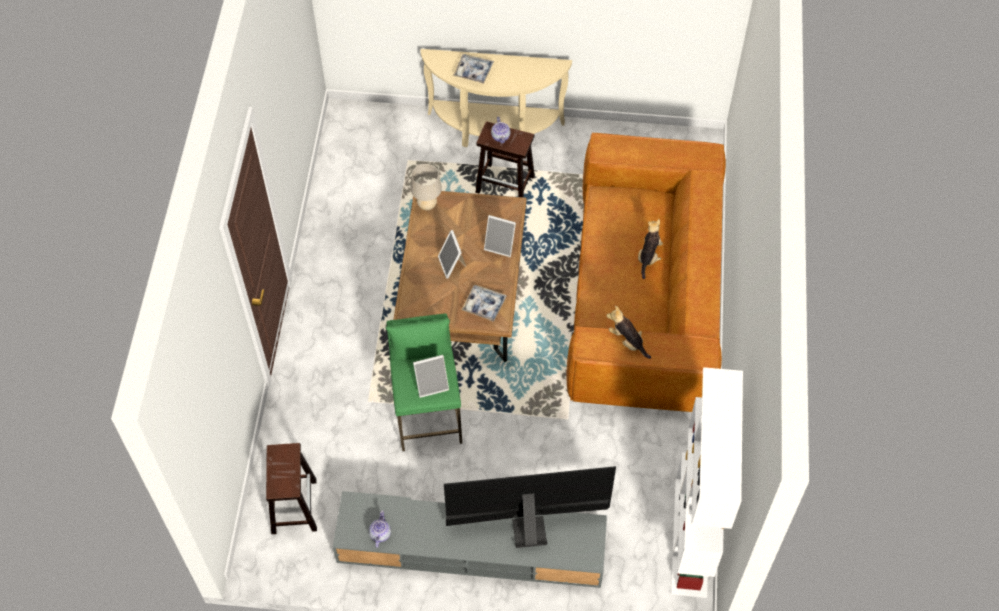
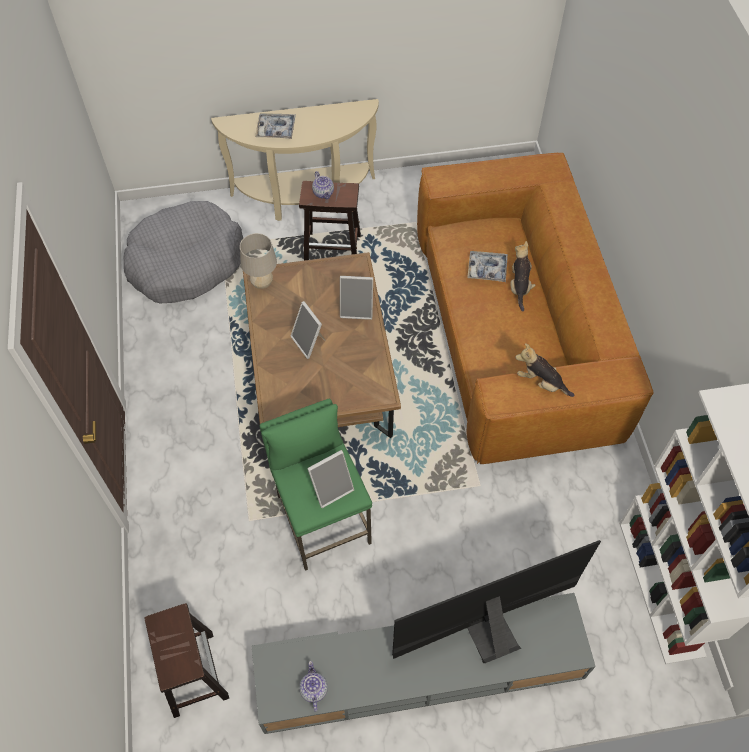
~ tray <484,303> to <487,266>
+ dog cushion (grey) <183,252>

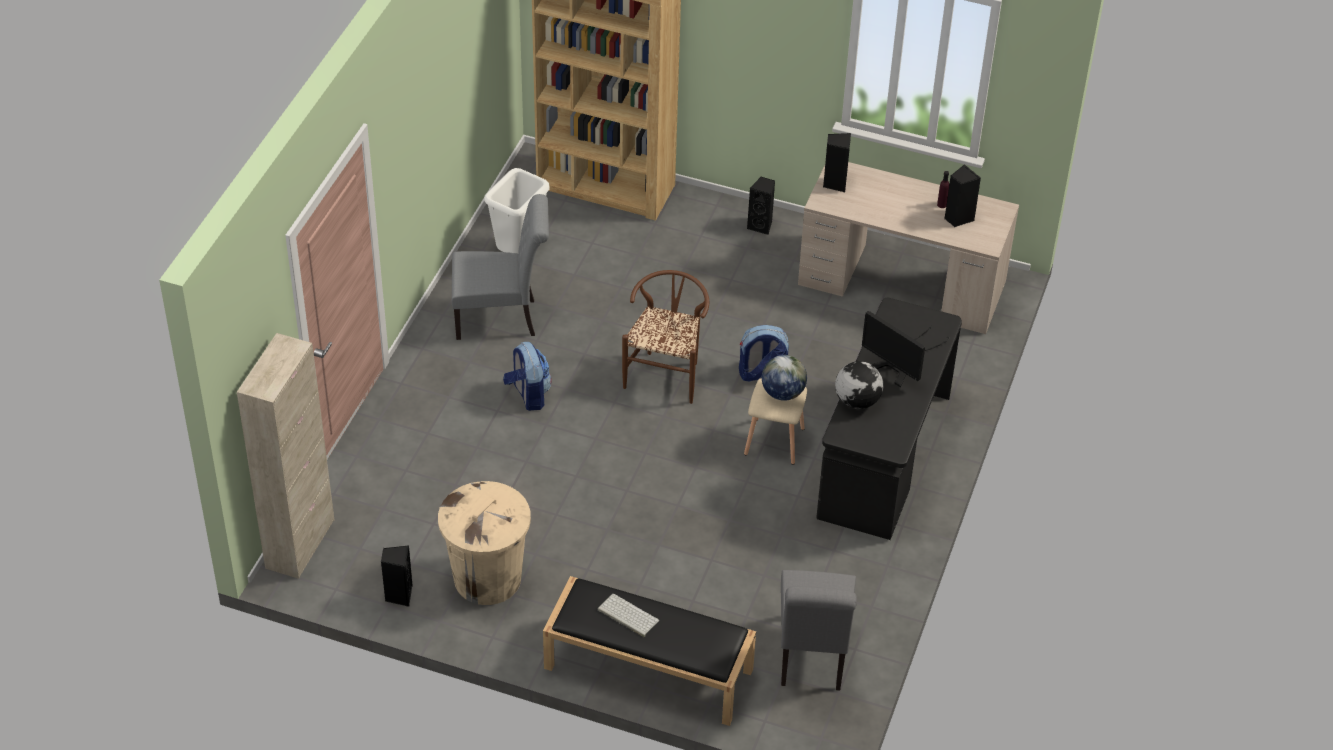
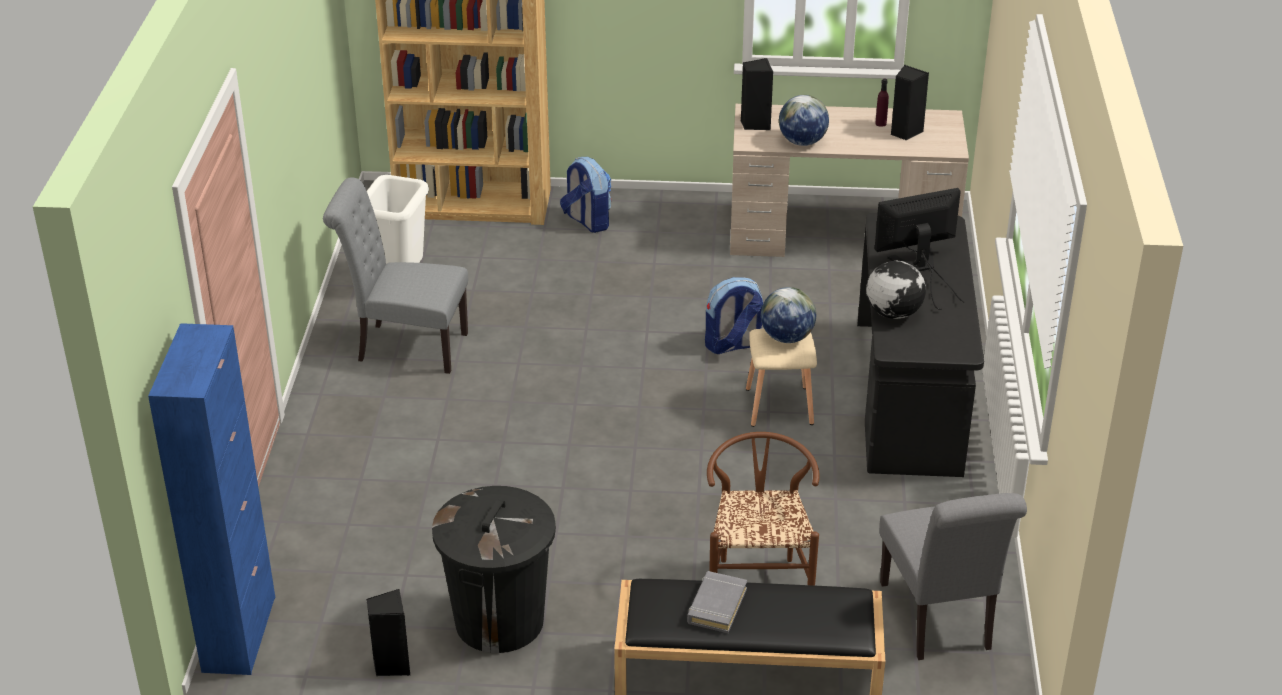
- speaker (blackish) <761,206>
~ upright chair (grey) <500,267> = <395,276> 150 degrees counterclockwise
~ upright chair (brown-coloured) <665,337> to <763,509>
~ computer screen <905,349> = <920,249> 135 degrees clockwise
~ cupboard (sand-coloured) <285,456> to cupboard (blue) <211,499>
~ knapsack <527,376> to <585,195>
~ waste bin (sand-coloured) <484,543> to waste bin (blackish) <494,569>
~ PC keyboard <628,615> to volume (grey) <717,602>
+ desk globe <804,120>

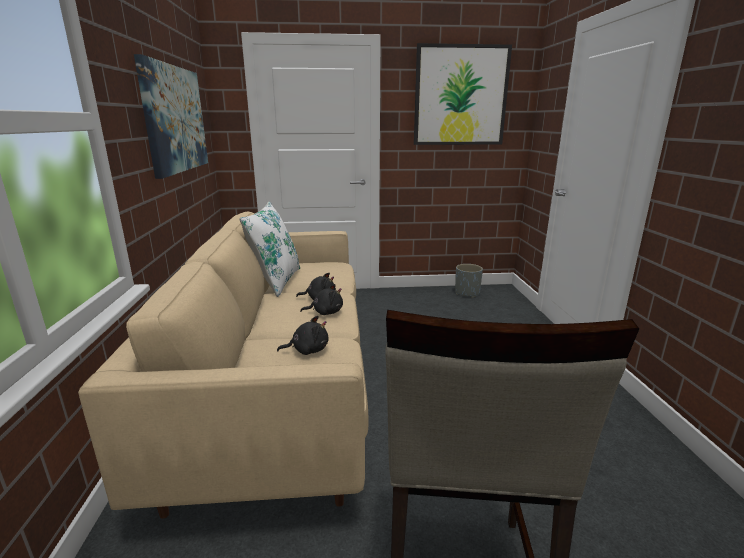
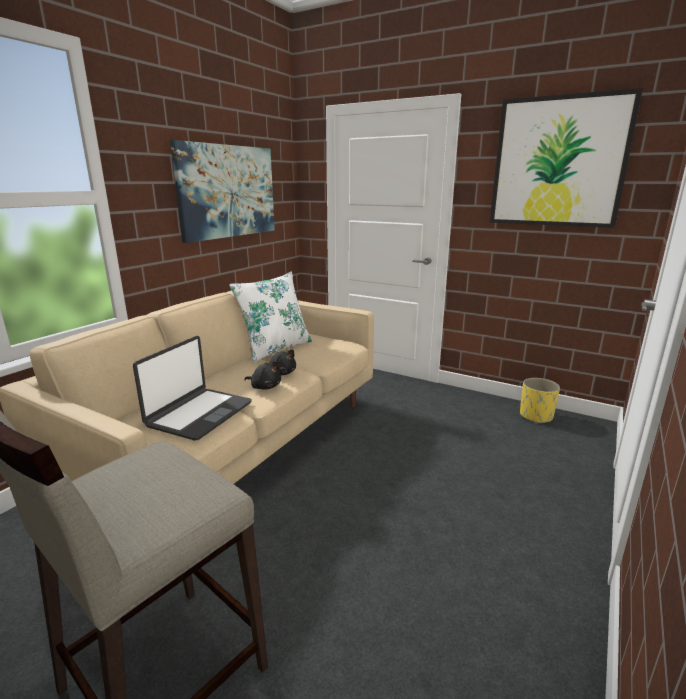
~ plant pot (grey) <469,281> to plant pot (yellowish) <540,400>
~ soft toy (blackish) <302,335> to portable computer <192,388>

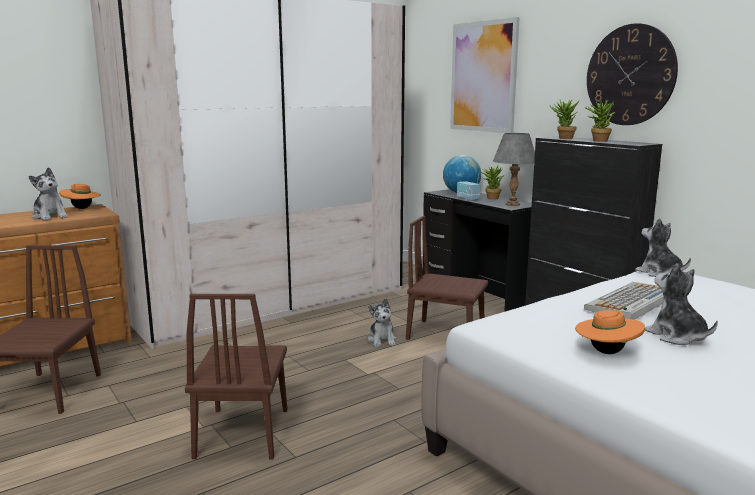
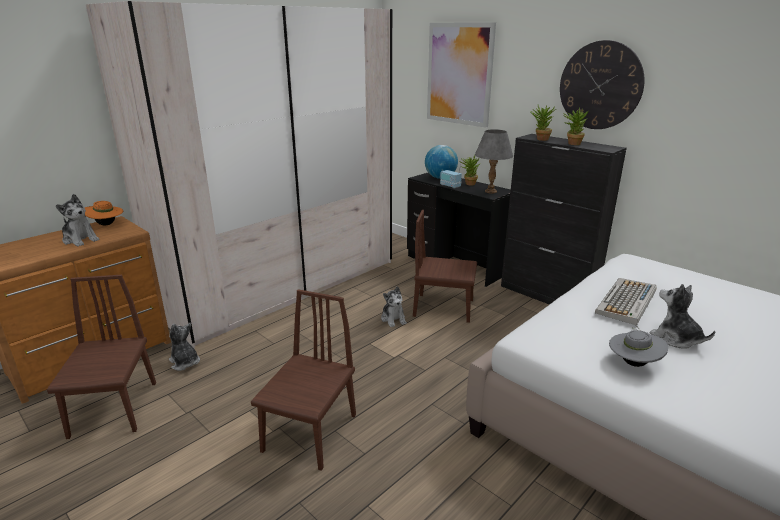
~ soft toy <663,247> to <184,347>
~ upright chair (brown-coloured) <236,376> = <303,380> 150 degrees counterclockwise
~ hat (orangey) <610,330> to hat (grey) <638,346>

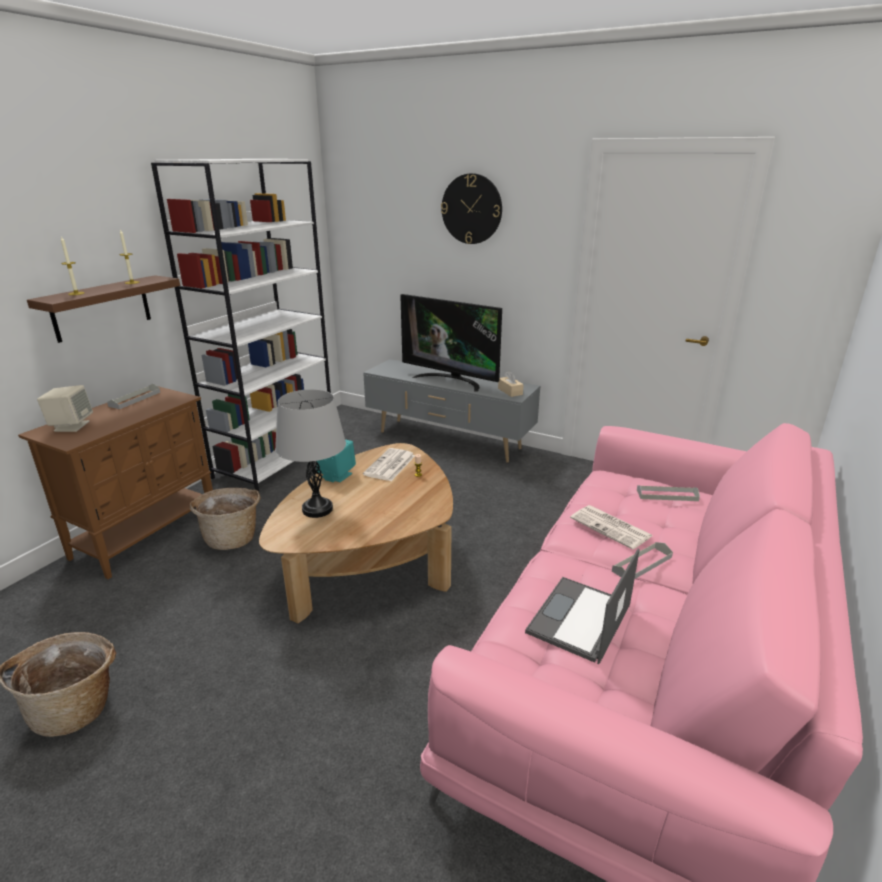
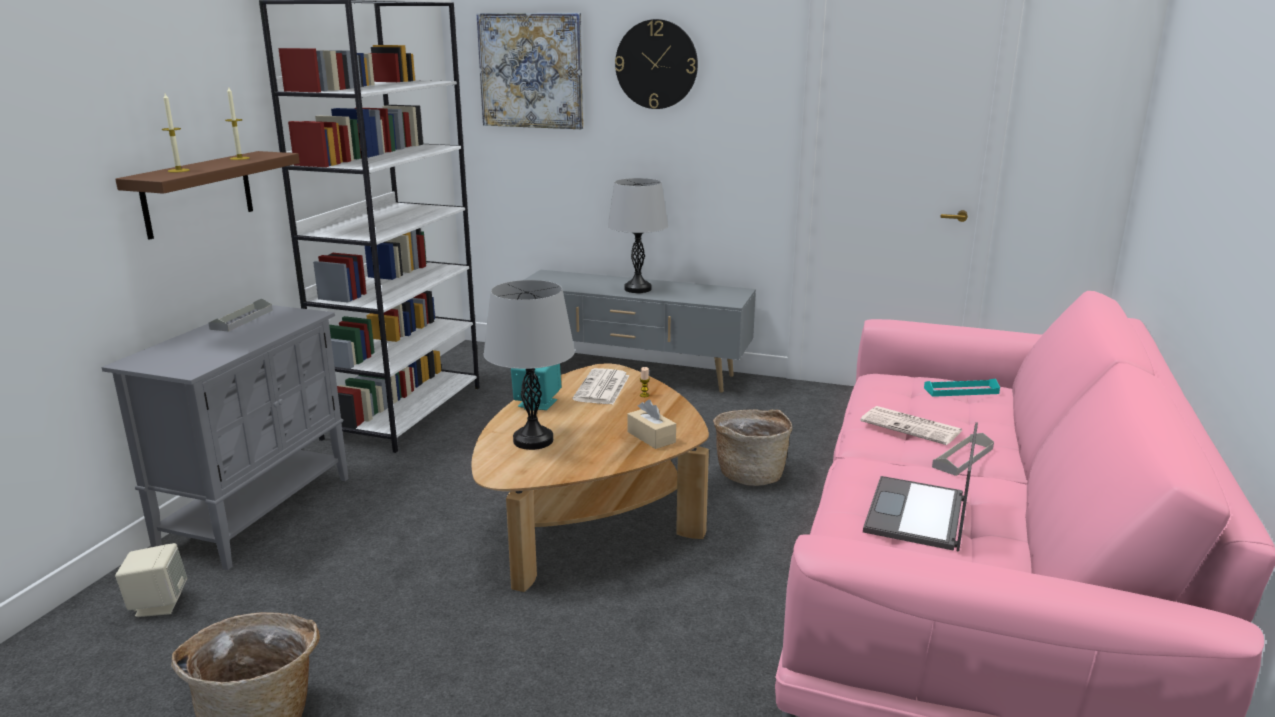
~ TV <451,343> to table lamp (grey) <638,235>
~ tissue box (sand-coloured) <511,384> to <651,424>
~ speaker (sand-coloured) <65,408> to <151,580>
~ cupboard (brown-coloured) <115,482> to cupboard (grey) <225,437>
~ tray (grey) <668,493> to tray (turquoise) <962,388>
~ household basket <225,519> to <752,447>
+ picture <529,71>

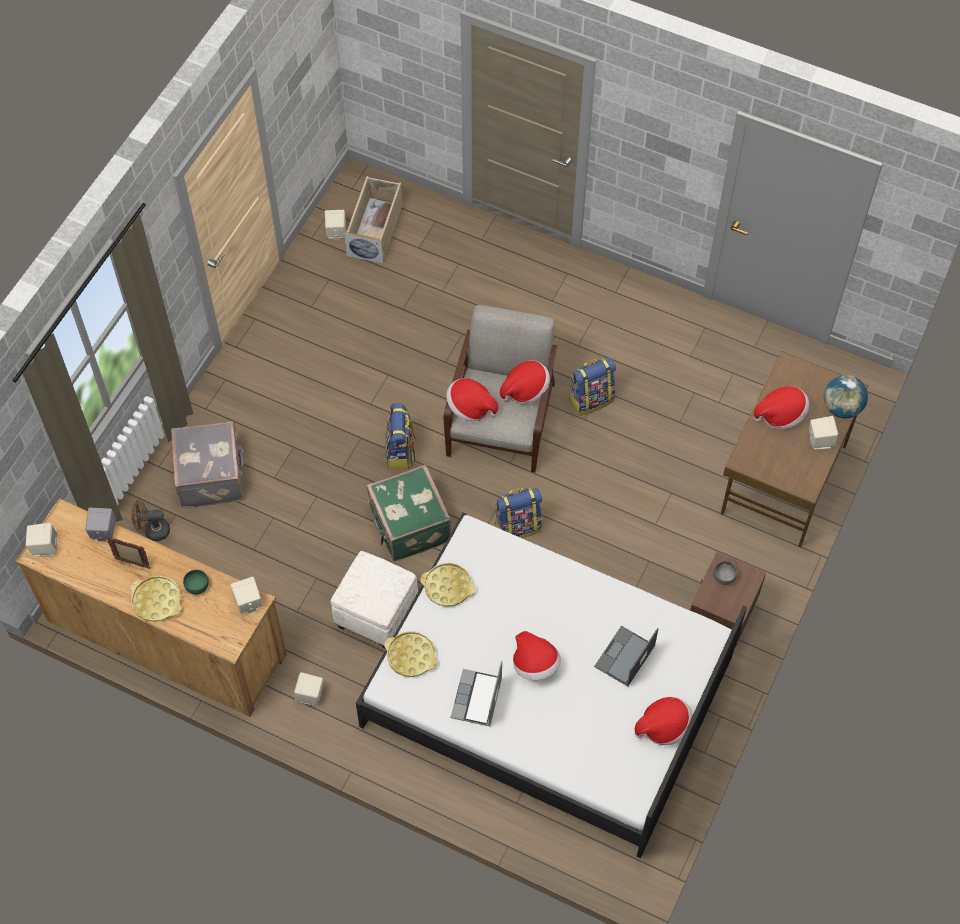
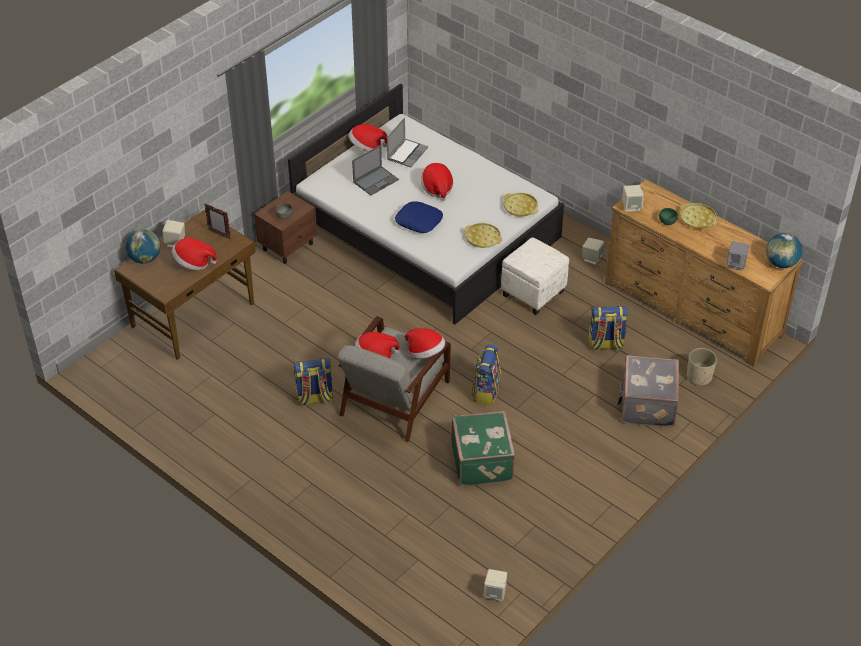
- storage box (sand-coloured) <373,220>
~ suitcase (greenish) <409,513> to <483,448>
~ knapsack <518,513> to <608,328>
~ electric fan (brown-coloured) <151,520> to plant pot (sand-coloured) <702,366>
~ speaker (sand-coloured) <42,540> to desk globe <784,250>
~ picture frame <128,553> to <217,221>
~ portable computer <476,693> to <407,142>
+ pillow (blue) <419,217>

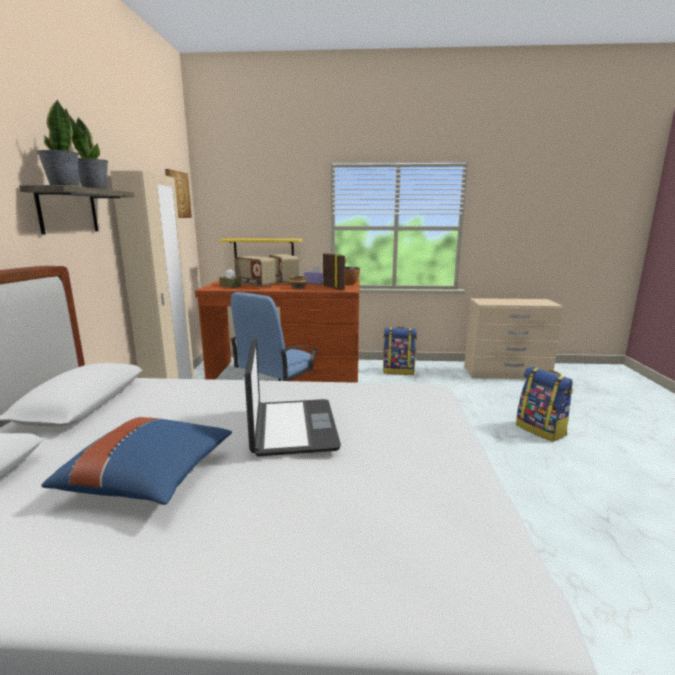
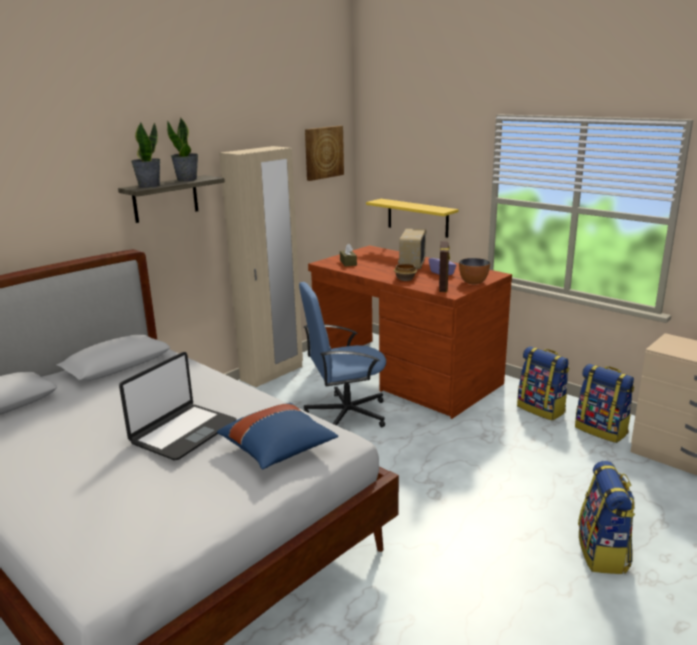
- radio <255,272>
~ pillow (blue) <136,461> to <277,436>
+ knapsack <604,403>

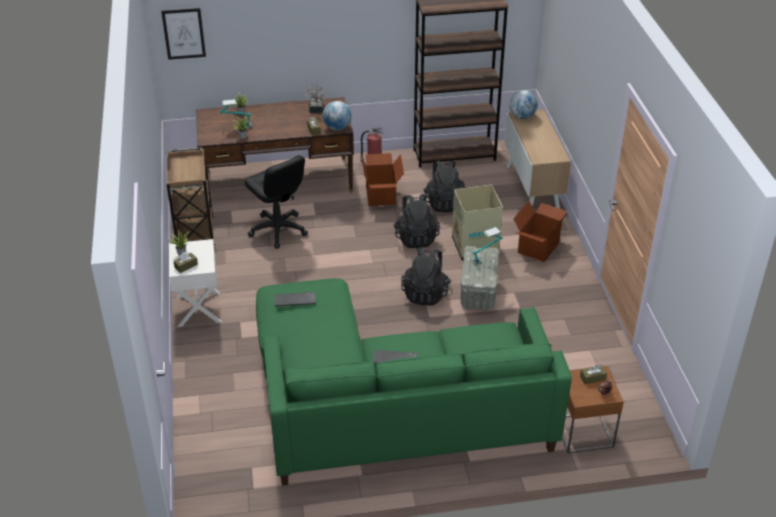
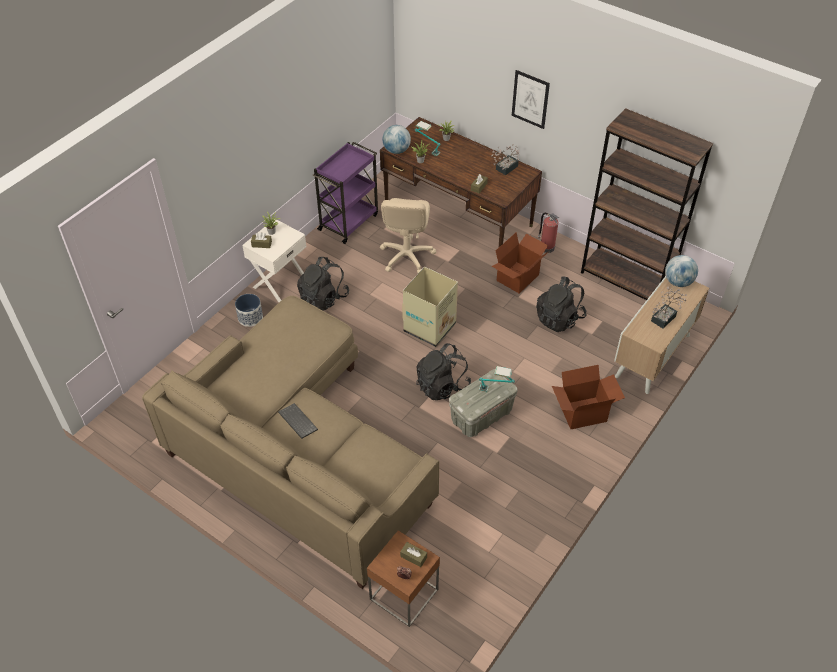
~ picture <183,34> to <531,99>
~ desk globe <337,115> to <396,139>
~ wheeled cart (brown-coloured) <190,198> to wheeled cart (purple-coloured) <345,193>
~ desk chair (blackish) <276,201> to desk chair (sand-coloured) <408,235>
~ packing box <477,222> to <430,307>
~ knapsack (blackish) <416,221> to <323,283>
~ sofa (greenish) <414,382> to sofa (sand-coloured) <290,442>
- PC keyboard <295,299>
+ houseplant <669,307>
+ plant pot <249,310>

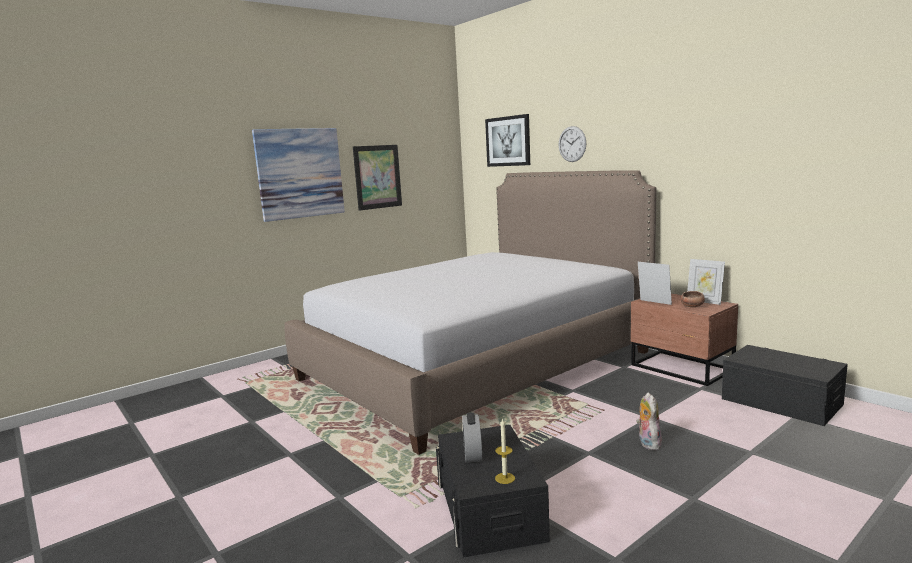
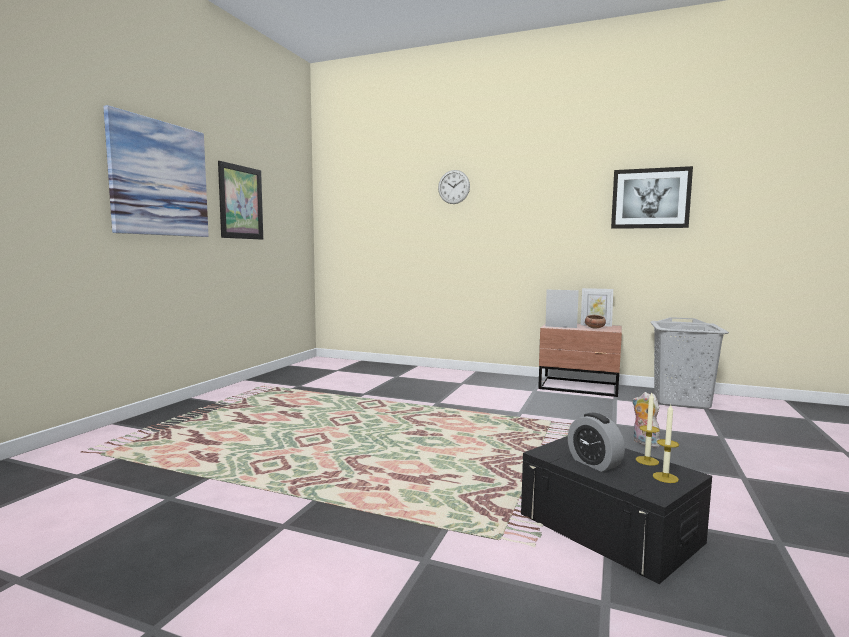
~ picture <507,140> to <652,197>
- bedroom bed <470,312>
~ storage box (blackish) <785,385> to laundry basket (grey) <689,363>
+ wax light <648,429>

